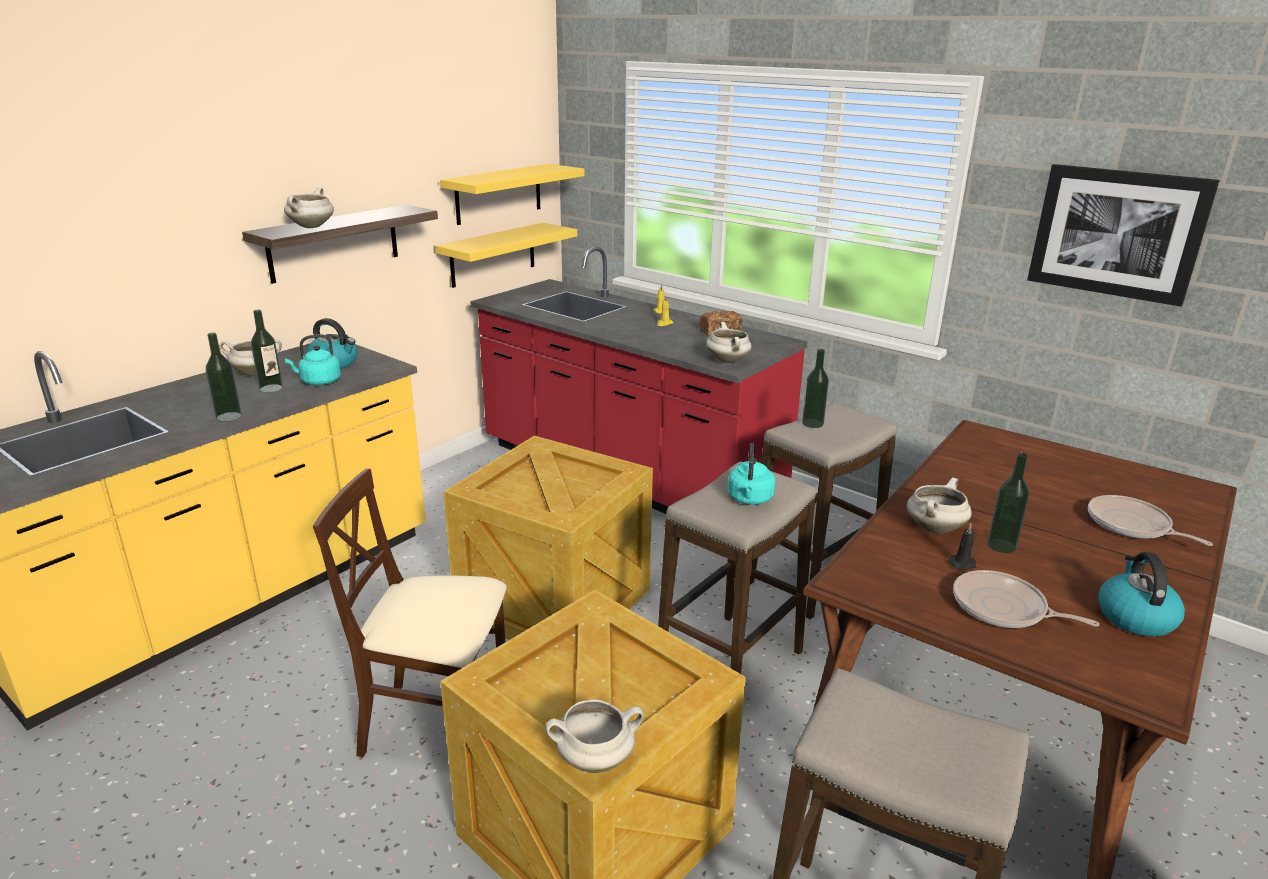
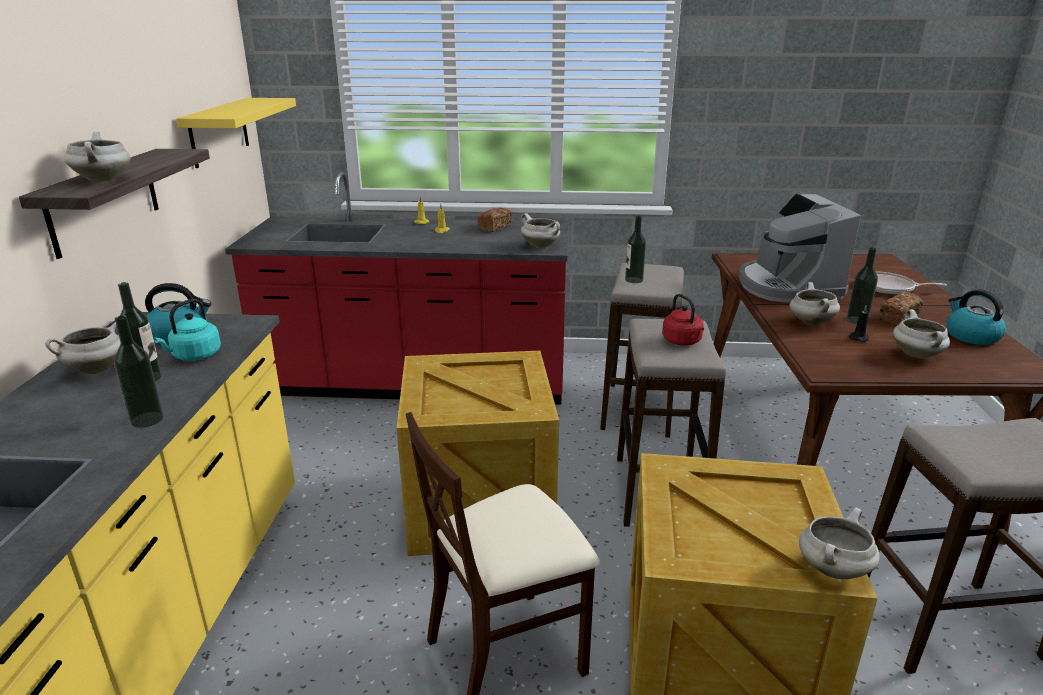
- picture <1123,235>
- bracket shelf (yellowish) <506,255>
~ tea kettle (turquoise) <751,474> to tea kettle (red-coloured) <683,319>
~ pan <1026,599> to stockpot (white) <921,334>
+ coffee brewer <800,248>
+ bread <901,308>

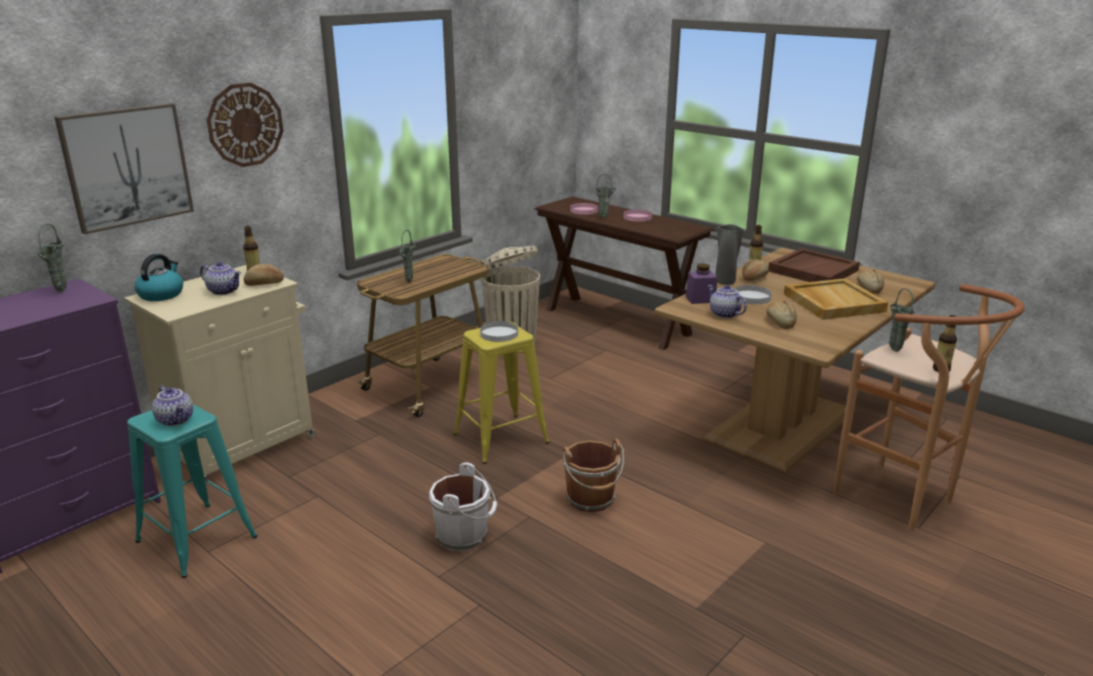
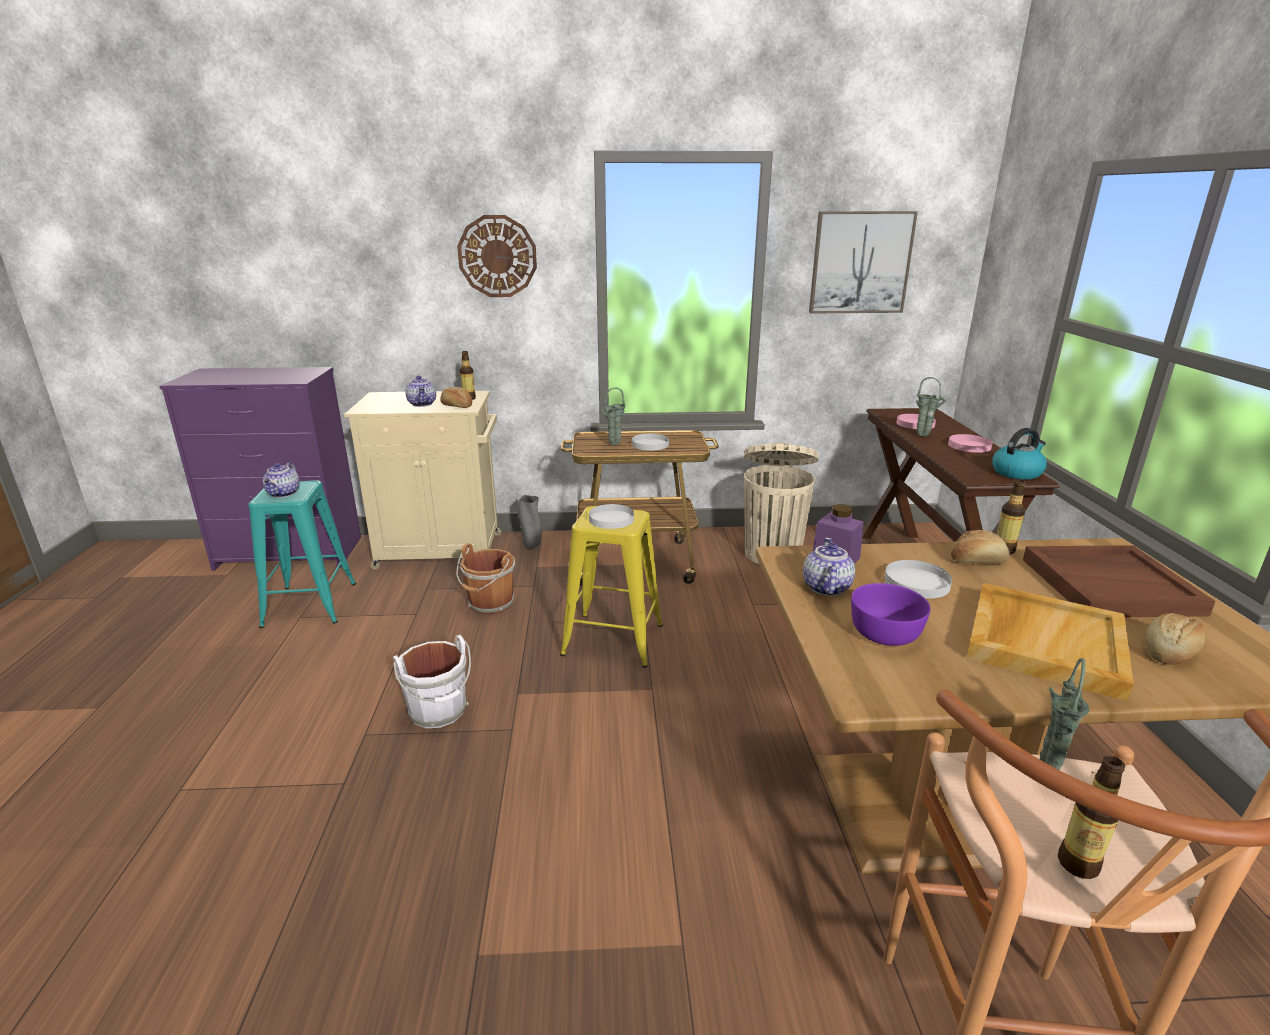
~ picture <124,168> to <863,262>
- flower vase (greenish) <52,257>
~ flower vase (grey) <729,254> to <529,522>
~ tea kettle <159,277> to <1019,454>
~ bread <781,315> to deep dish (purple-coloured) <890,614>
~ bucket (brown-coloured) <593,475> to <485,578>
+ flat dish (white) <650,442>

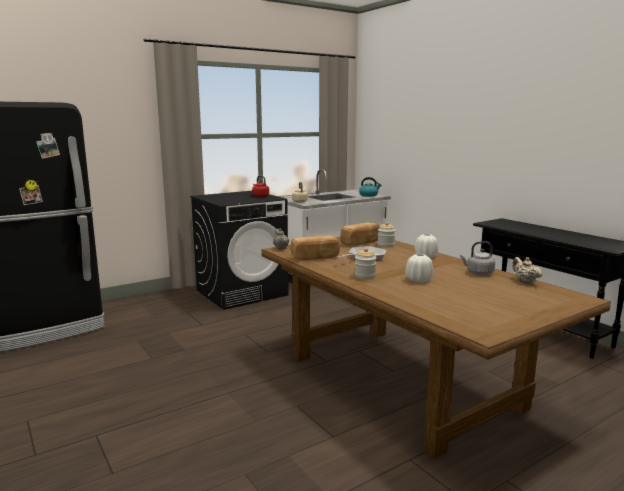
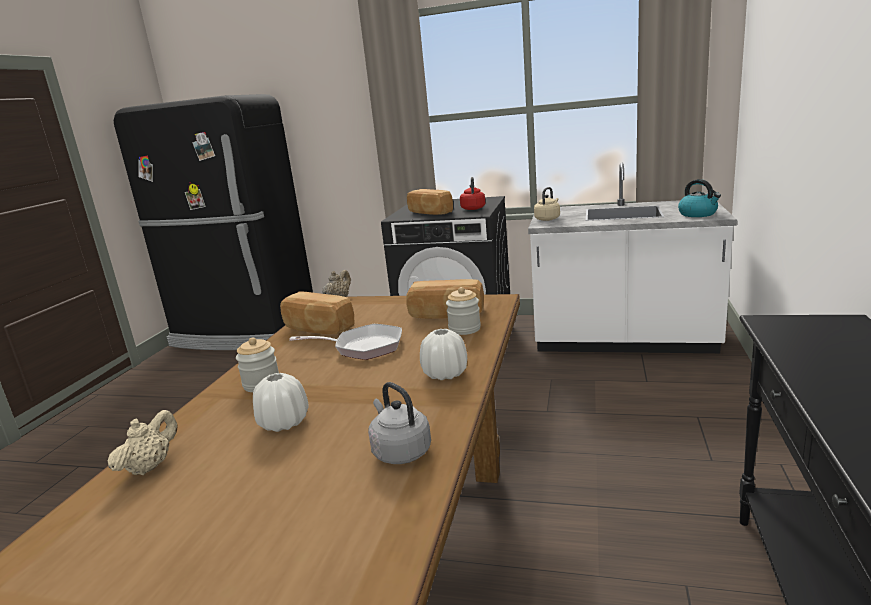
~ pot for tea (sand-coloured) <527,270> to <142,442>
+ bread <430,202>

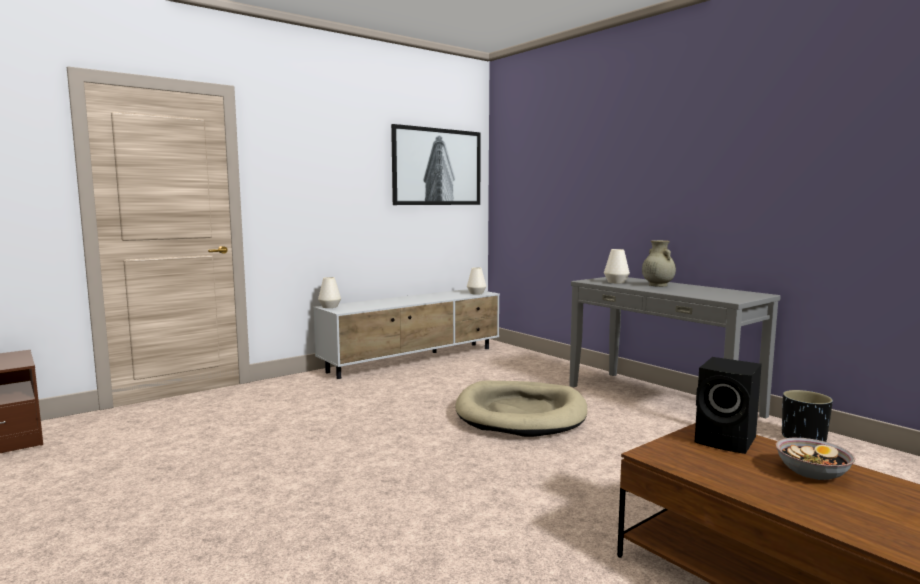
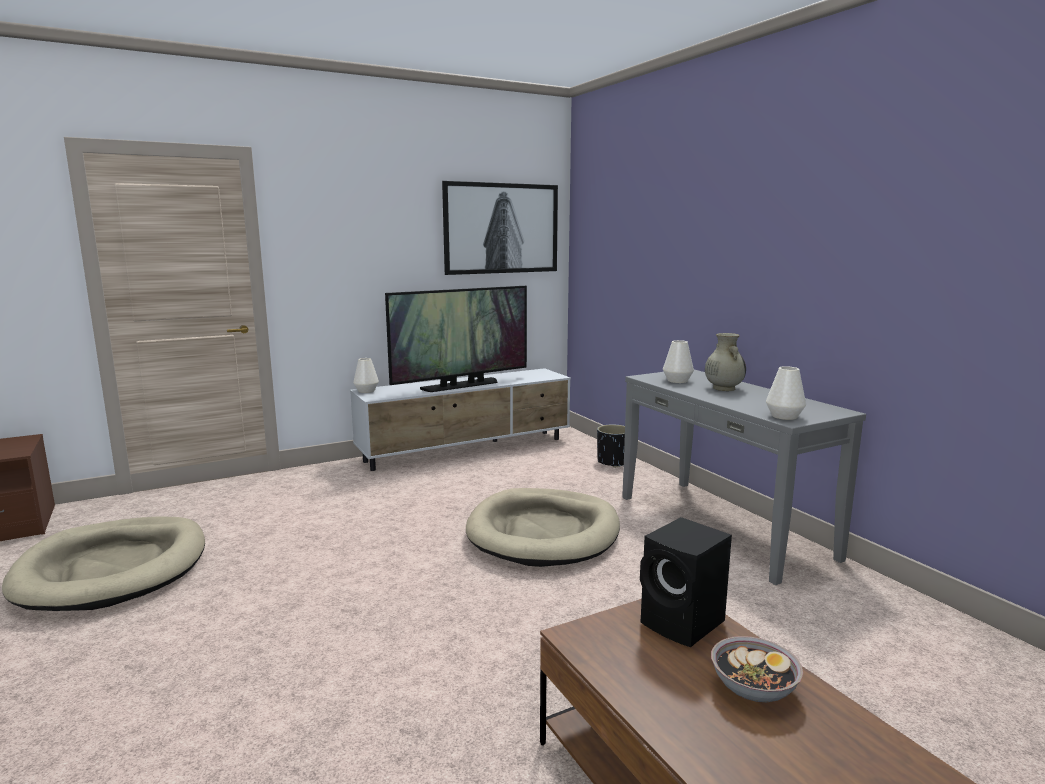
~ flower vase (white) <476,281> to <786,393>
~ plant pot (blackish) <807,416> to <611,446>
+ TV <456,339>
+ dog cushion (sand-coloured) <103,563>

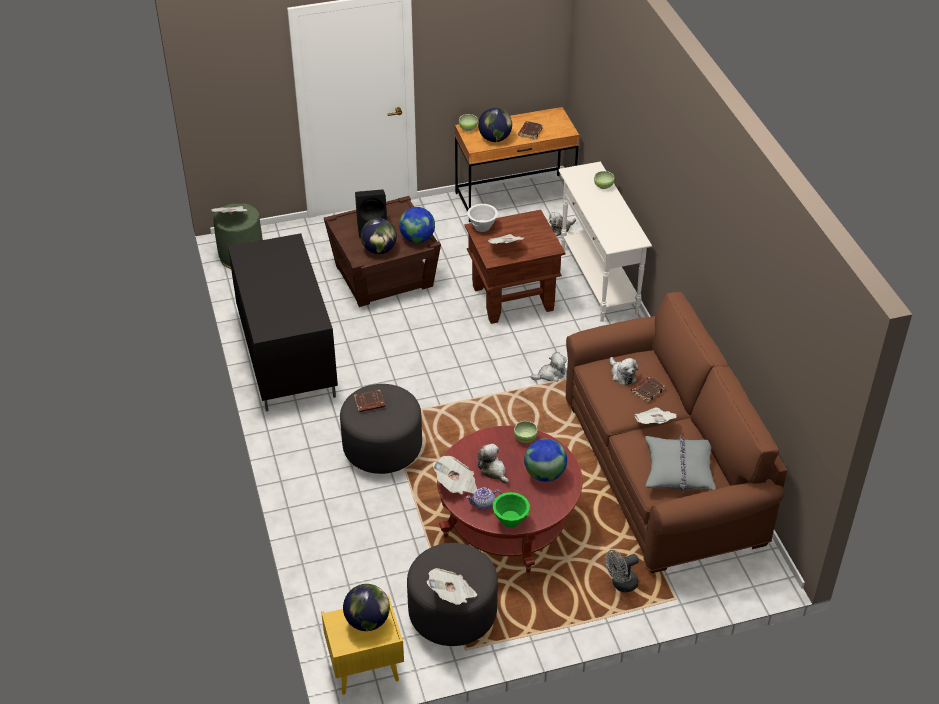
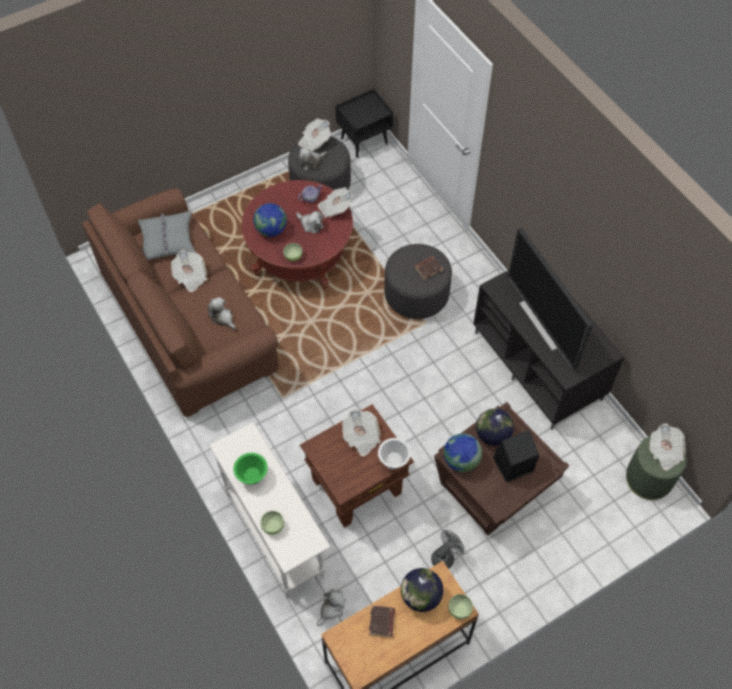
~ soft toy <549,367> to <313,159>
- volume (brown-coloured) <648,389>
~ deep dish (greenish) <511,510> to <250,469>
~ electric fan (grey) <622,571> to <447,549>
- desk globe <366,607>
~ night table (yellowish) <362,645> to night table (blackish) <364,123>
+ TV <550,298>

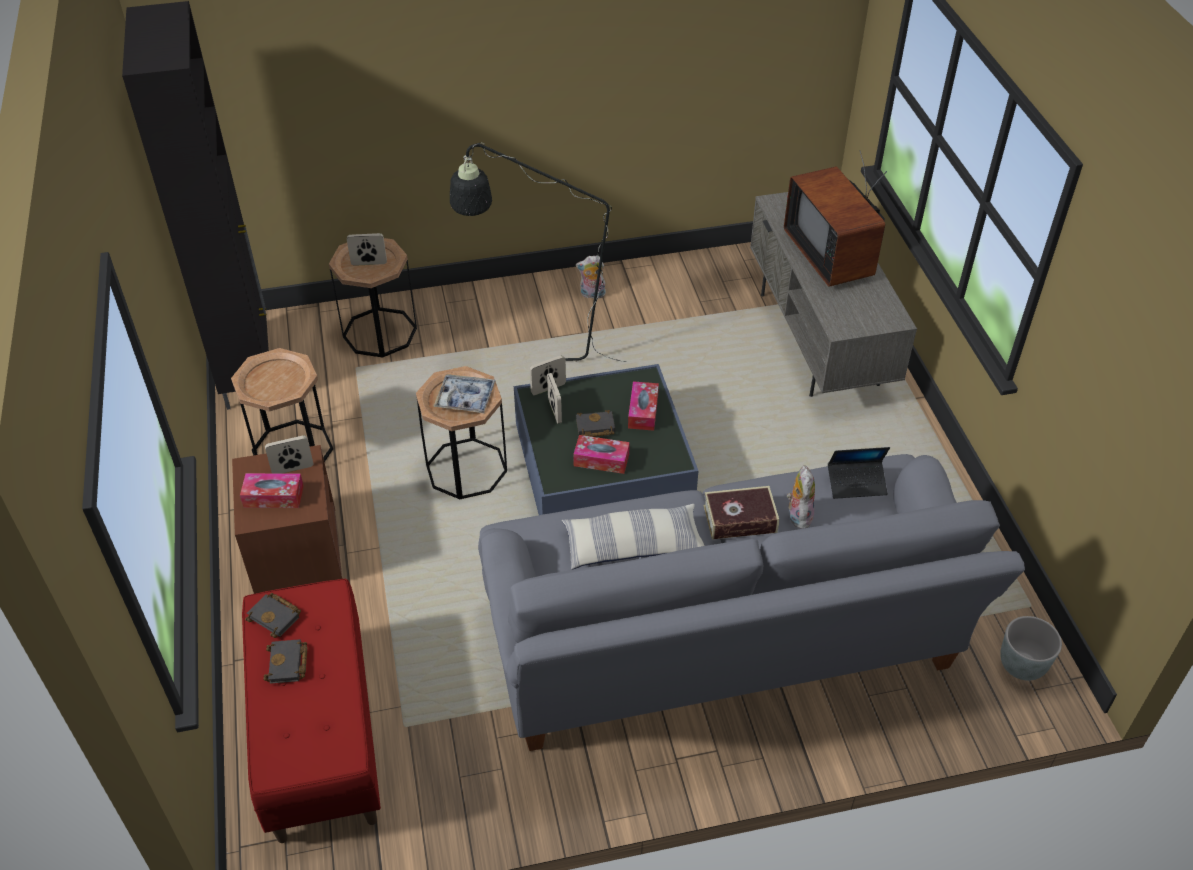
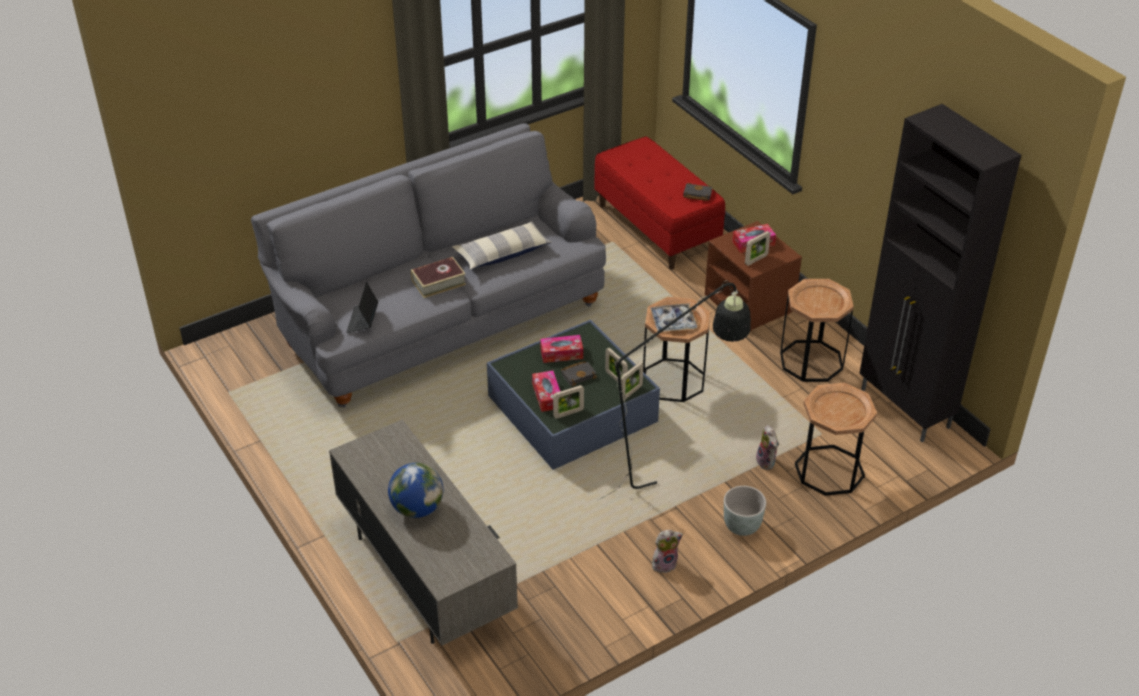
~ TV <835,218> to desk globe <415,490>
~ picture frame <367,249> to <568,402>
~ portable computer <859,473> = <362,307> 60 degrees counterclockwise
~ soft toy <801,497> to <767,447>
~ plant pot (grey) <1031,648> to <745,511>
- volume (blackish) <285,661>

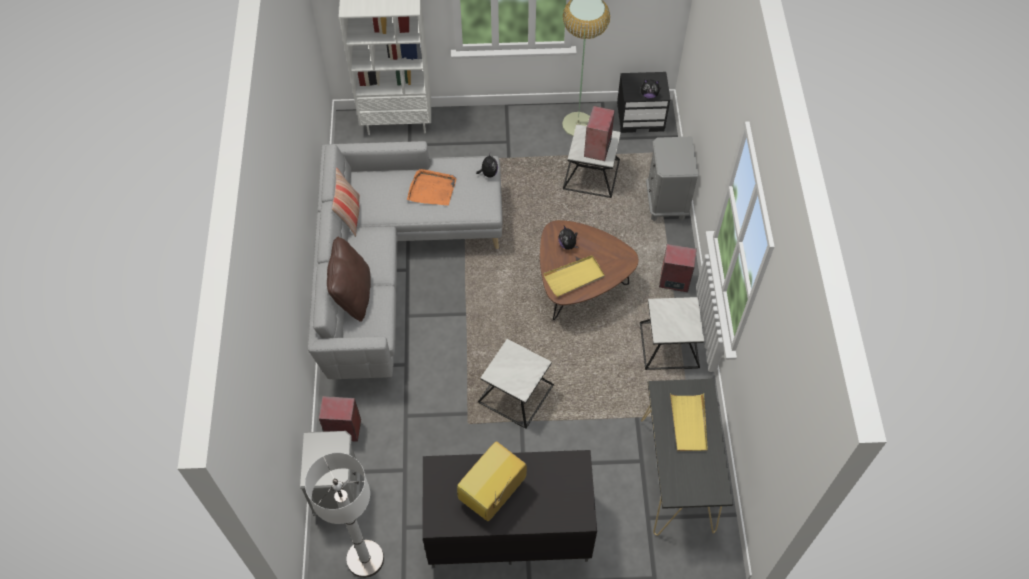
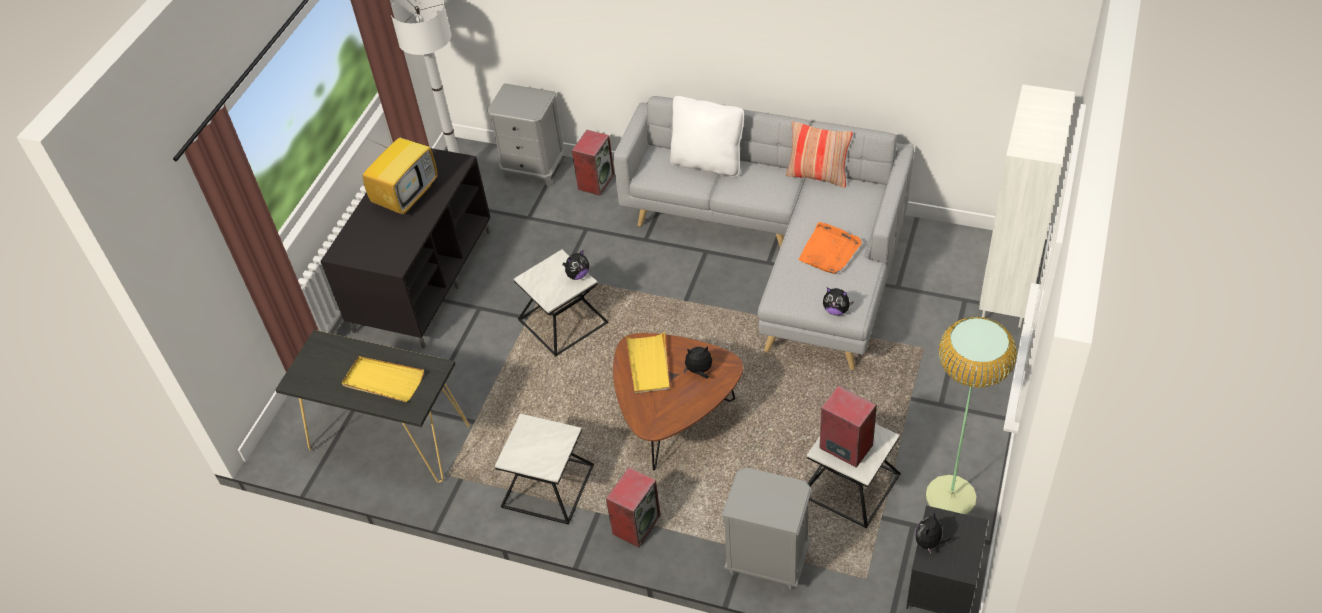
~ pillow (brown-coloured) <349,279> to pillow (white) <707,136>
~ TV <492,481> = <400,167> 60 degrees clockwise
+ soft toy <575,265>

